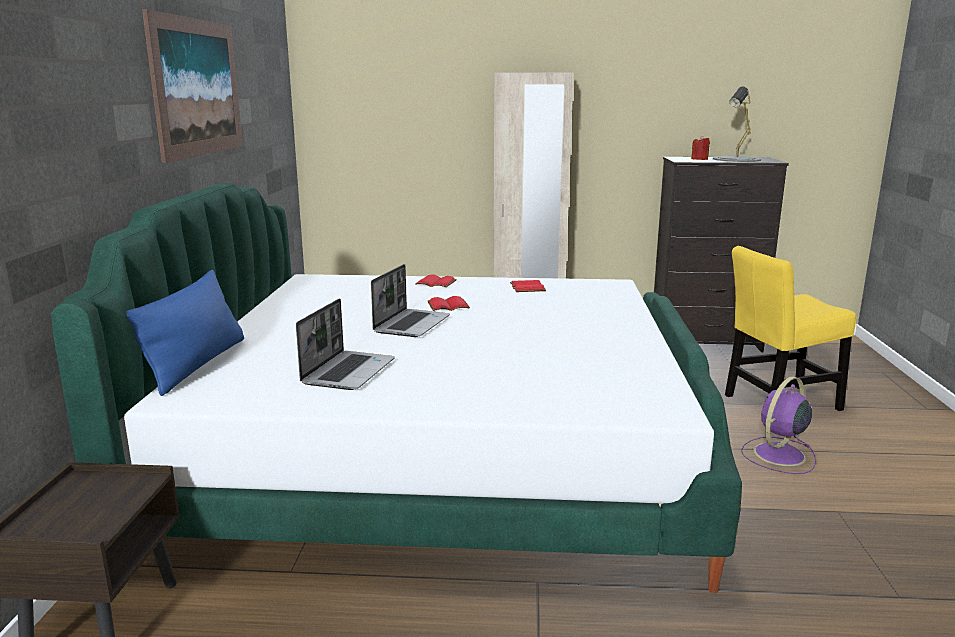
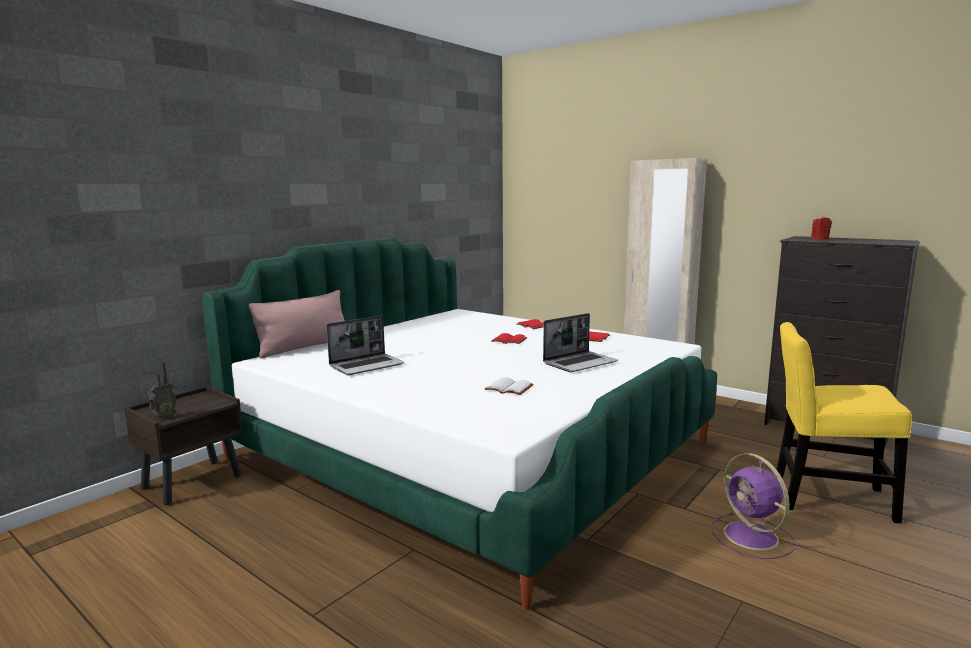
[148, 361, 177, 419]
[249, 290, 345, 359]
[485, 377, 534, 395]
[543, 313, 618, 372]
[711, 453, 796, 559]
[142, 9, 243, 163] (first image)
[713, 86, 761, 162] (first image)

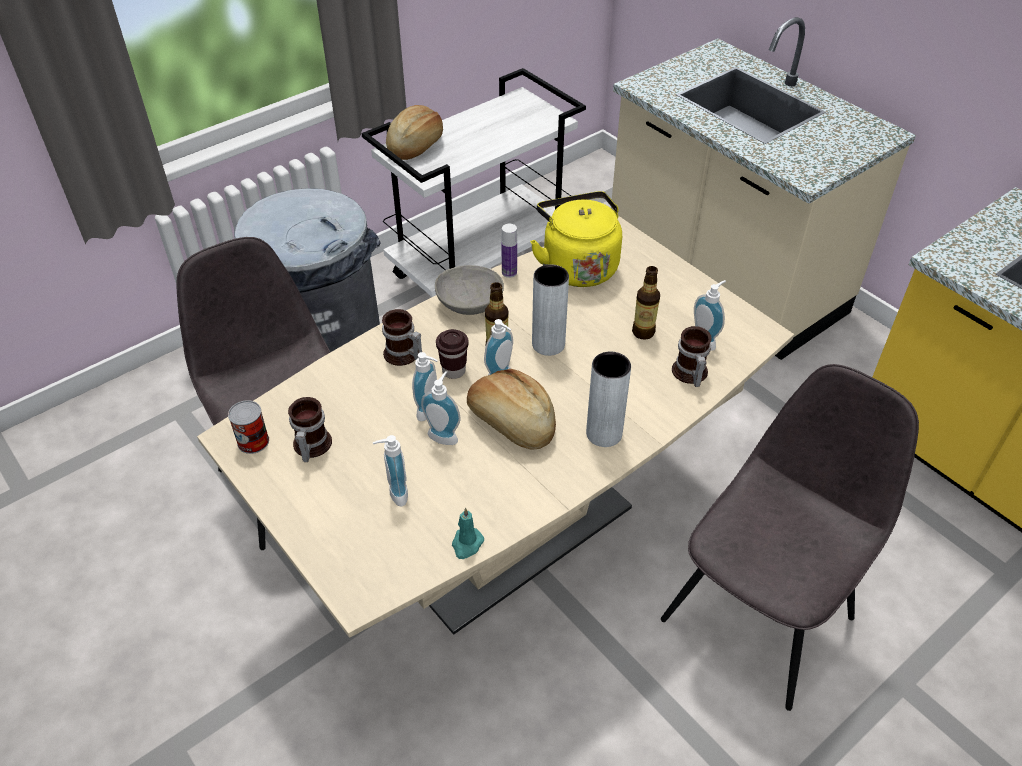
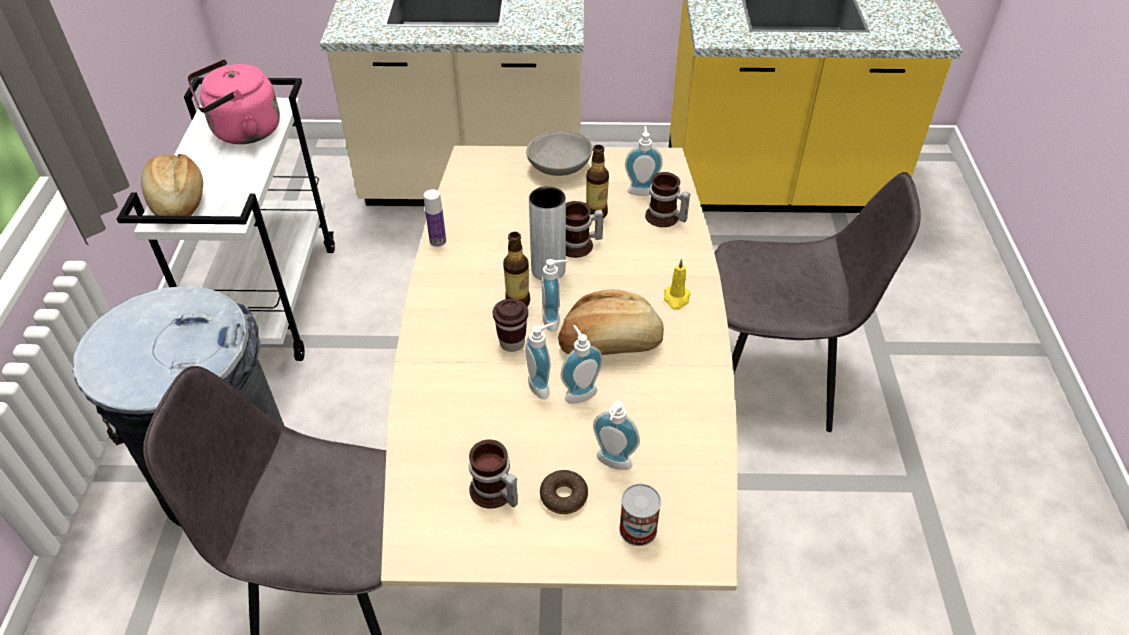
[187, 59, 280, 144]
[526, 130, 592, 176]
[540, 470, 588, 514]
[566, 201, 604, 258]
[619, 484, 661, 546]
[664, 259, 691, 310]
[714, 172, 921, 432]
[452, 508, 484, 559] (first image)
[530, 191, 622, 287] (first image)

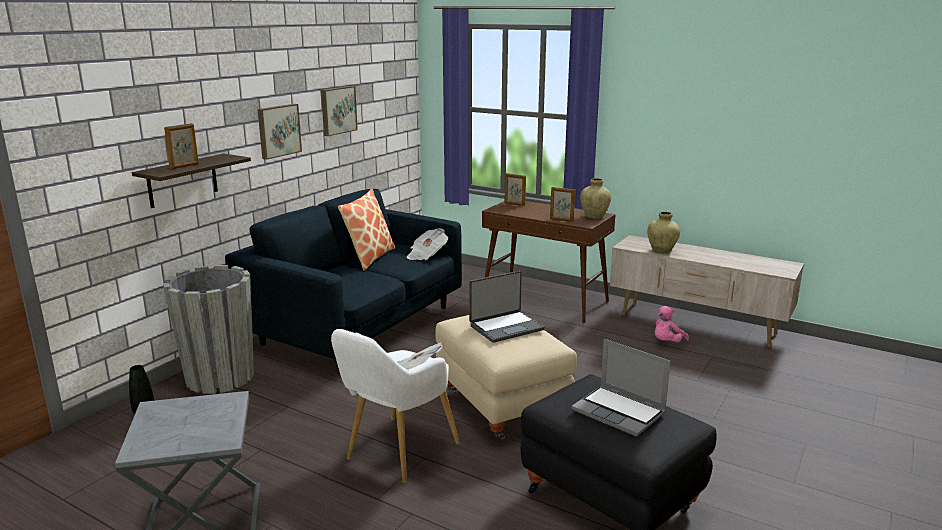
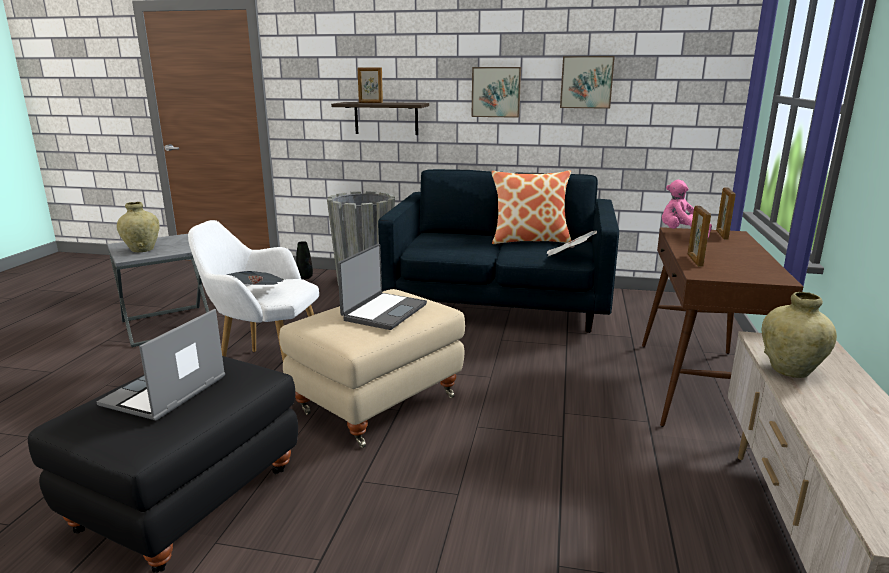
[117, 202, 159, 252]
[337, 244, 427, 330]
[662, 180, 712, 238]

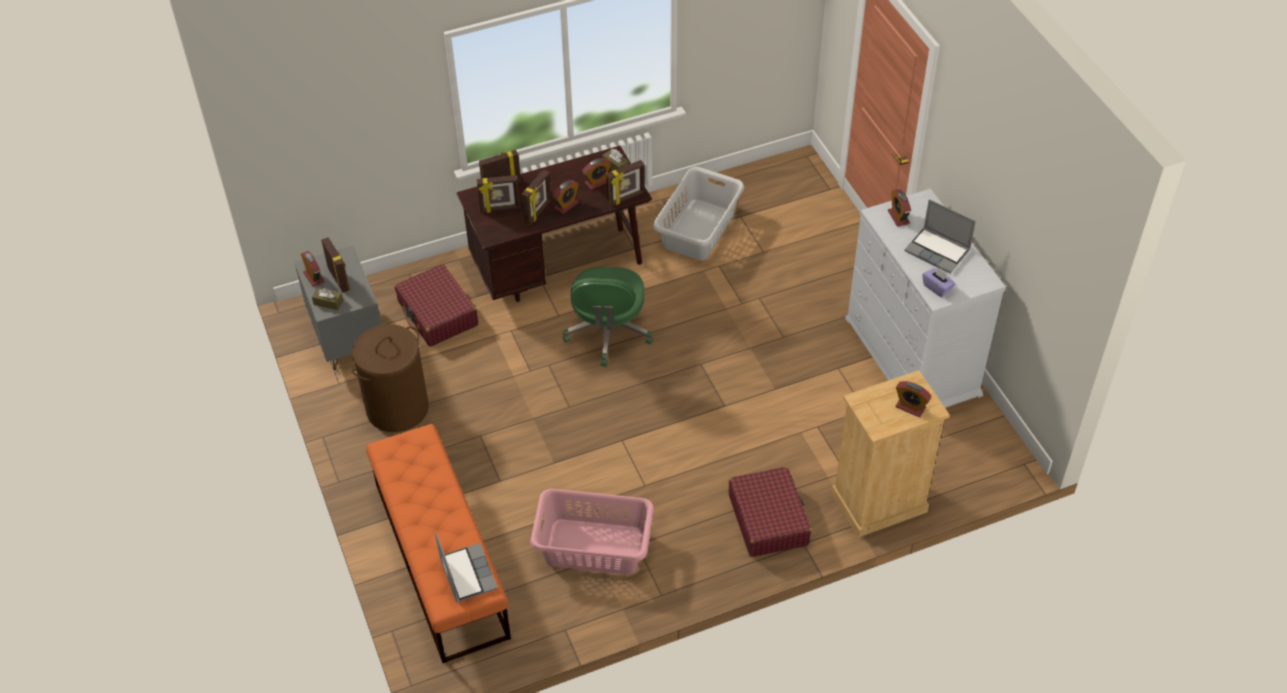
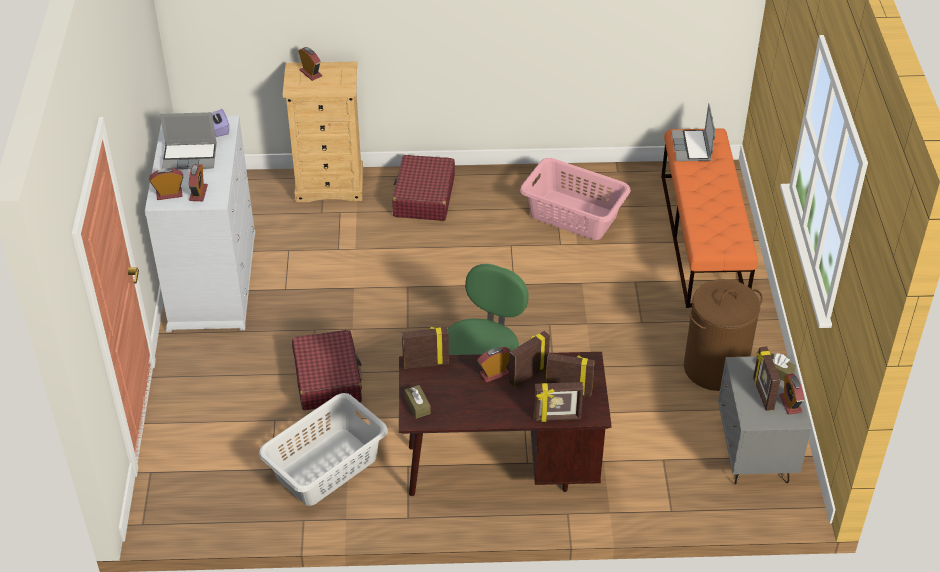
[149, 168, 183, 200]
[160, 112, 217, 170]
[292, 330, 362, 410]

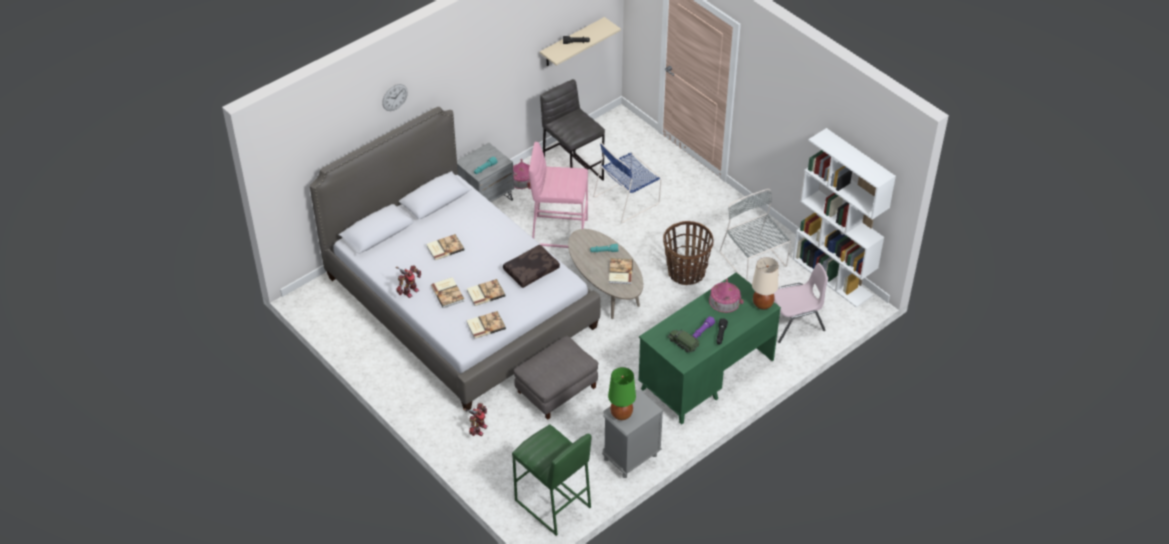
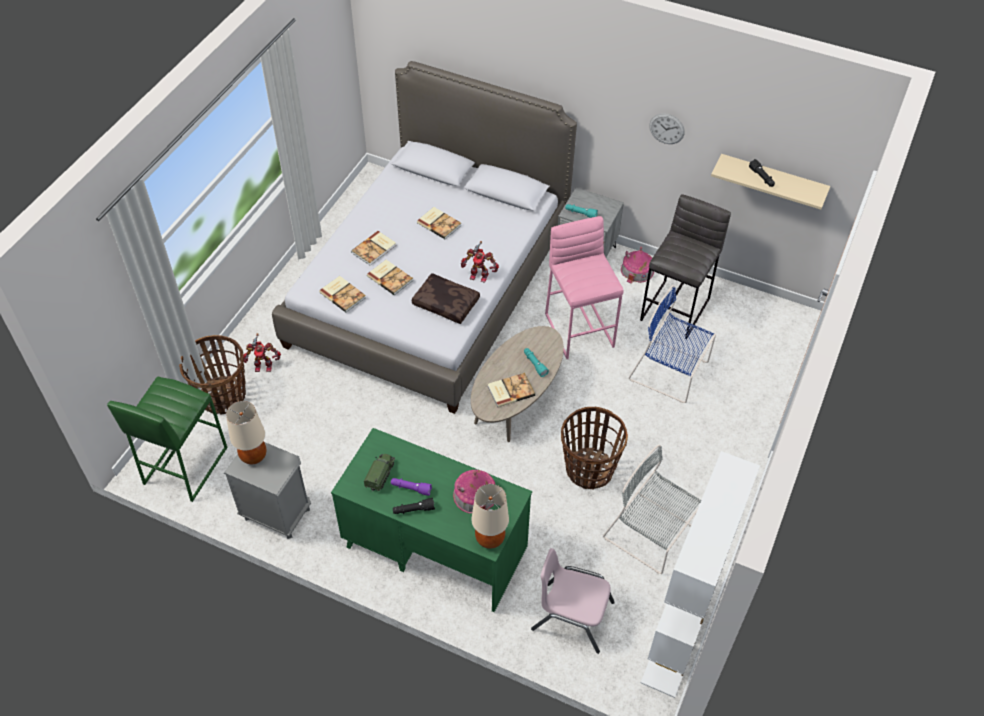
[179, 335, 246, 415]
[226, 401, 266, 464]
[461, 241, 499, 283]
[531, 548, 615, 654]
[603, 445, 701, 574]
[649, 113, 685, 144]
[514, 336, 598, 420] (first image)

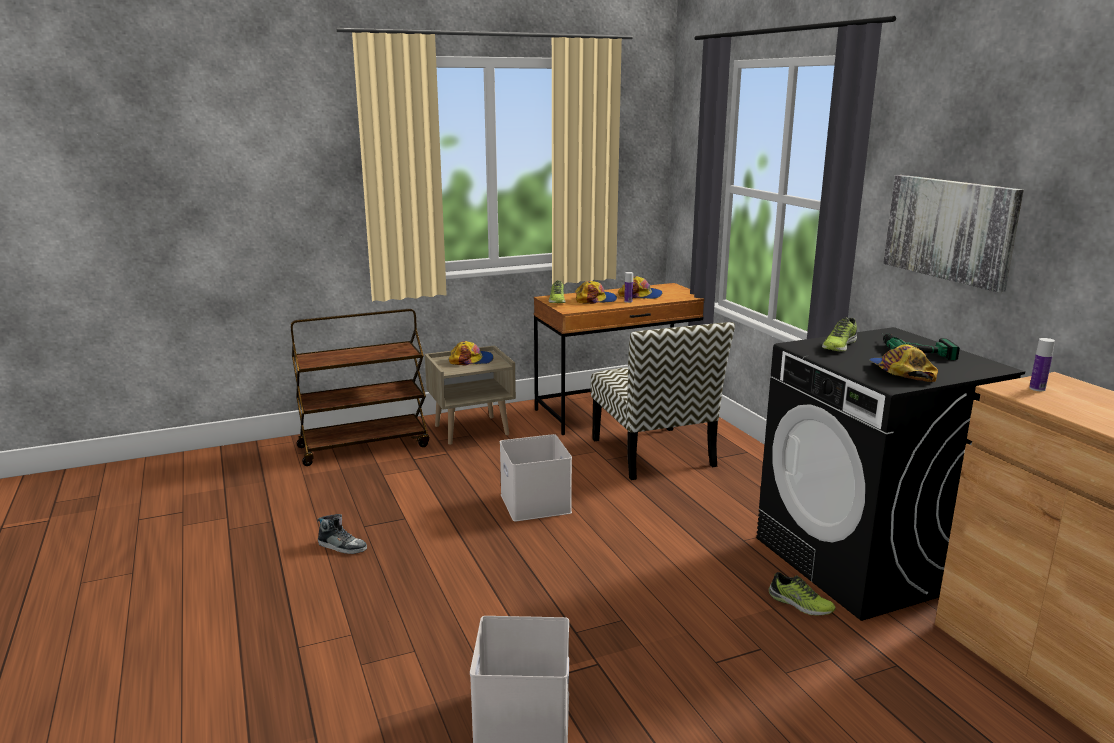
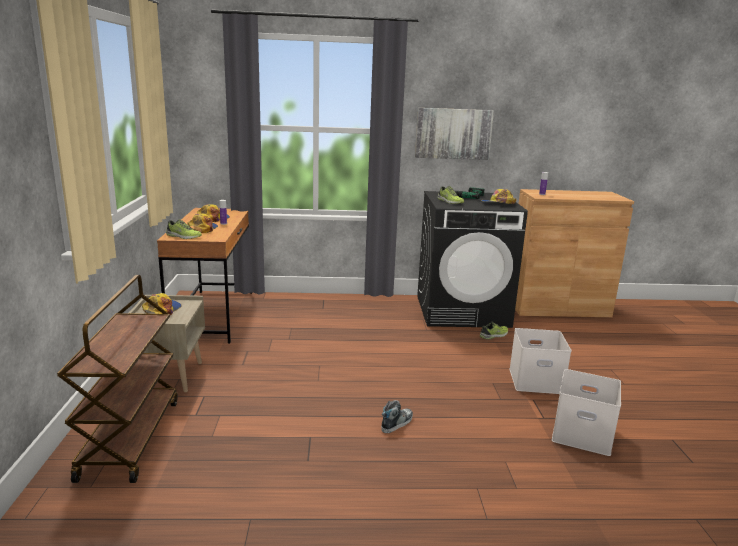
[381, 400, 413, 433]
[509, 328, 571, 394]
[591, 322, 735, 480] (first image)

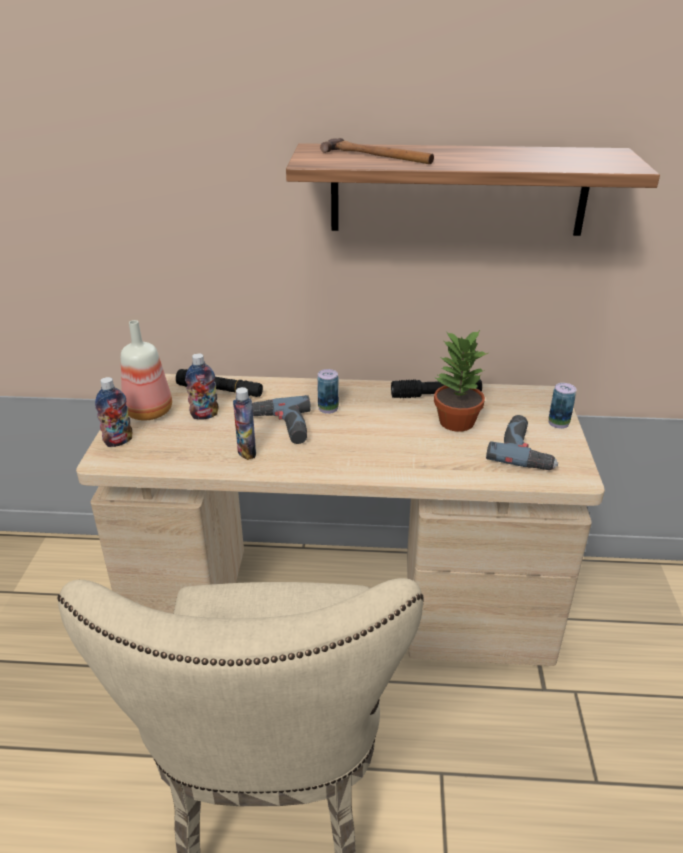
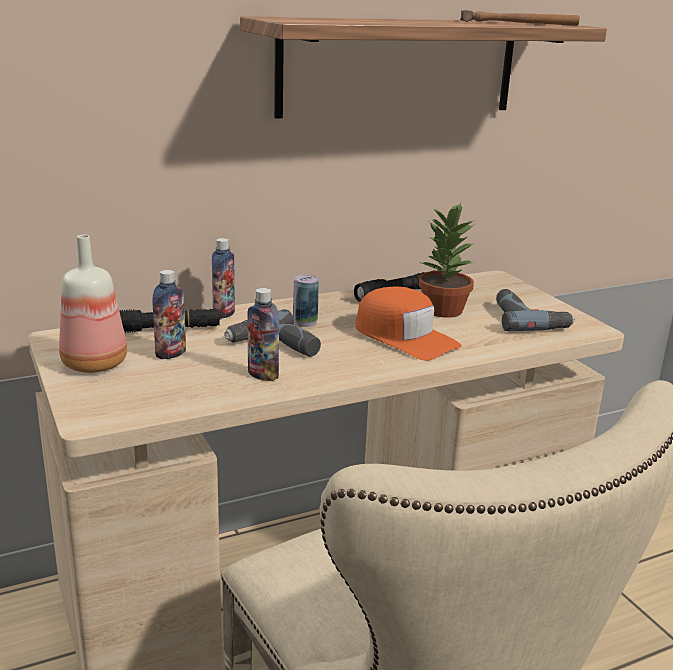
[212, 238, 235, 319]
[355, 287, 462, 361]
[460, 10, 579, 26]
[549, 383, 577, 429] (first image)

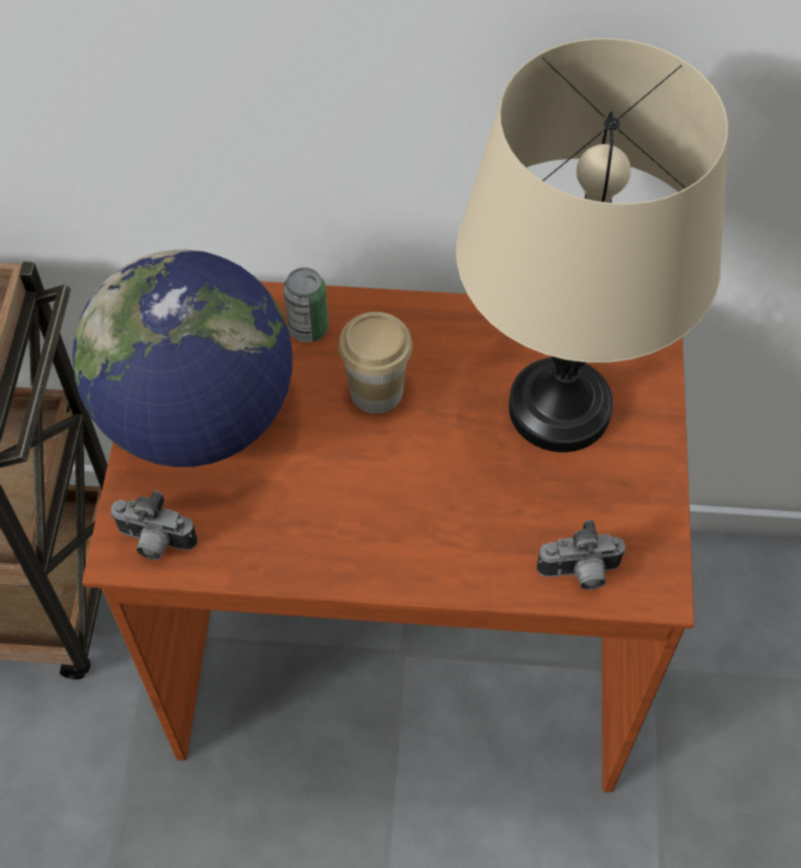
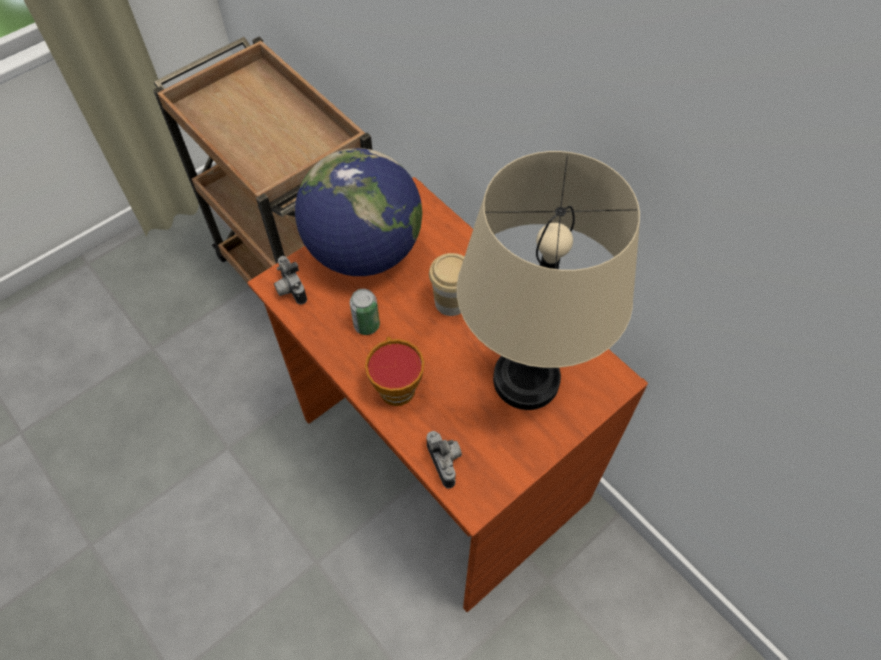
[350, 289, 380, 335]
[365, 337, 424, 406]
[427, 431, 462, 489]

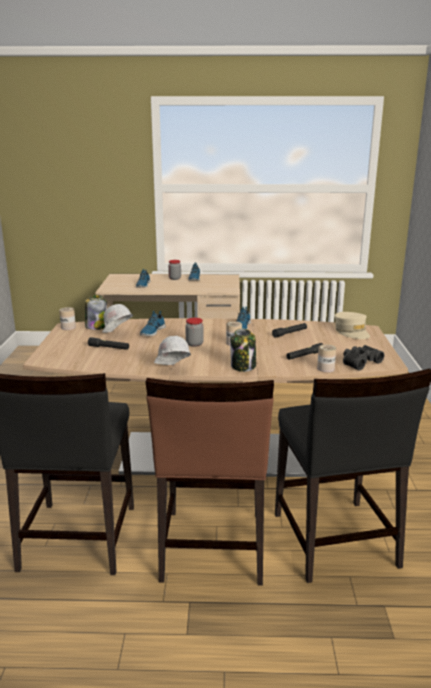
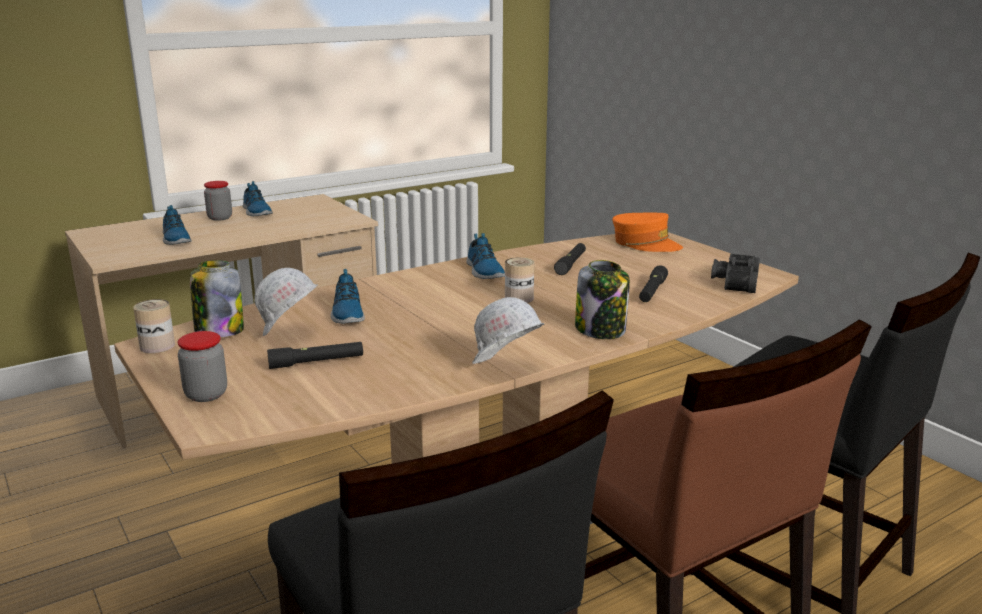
[178, 331, 227, 402]
[612, 213, 683, 252]
[317, 344, 336, 372] (first image)

